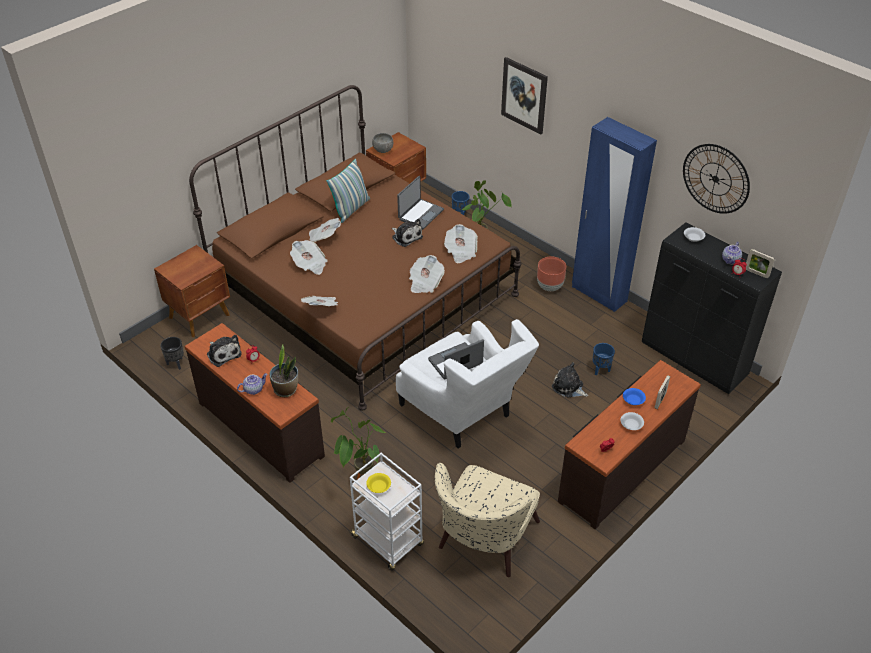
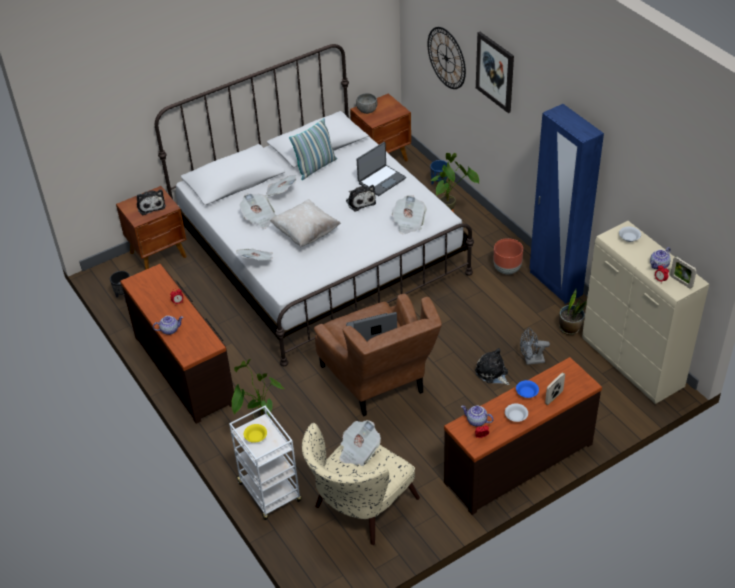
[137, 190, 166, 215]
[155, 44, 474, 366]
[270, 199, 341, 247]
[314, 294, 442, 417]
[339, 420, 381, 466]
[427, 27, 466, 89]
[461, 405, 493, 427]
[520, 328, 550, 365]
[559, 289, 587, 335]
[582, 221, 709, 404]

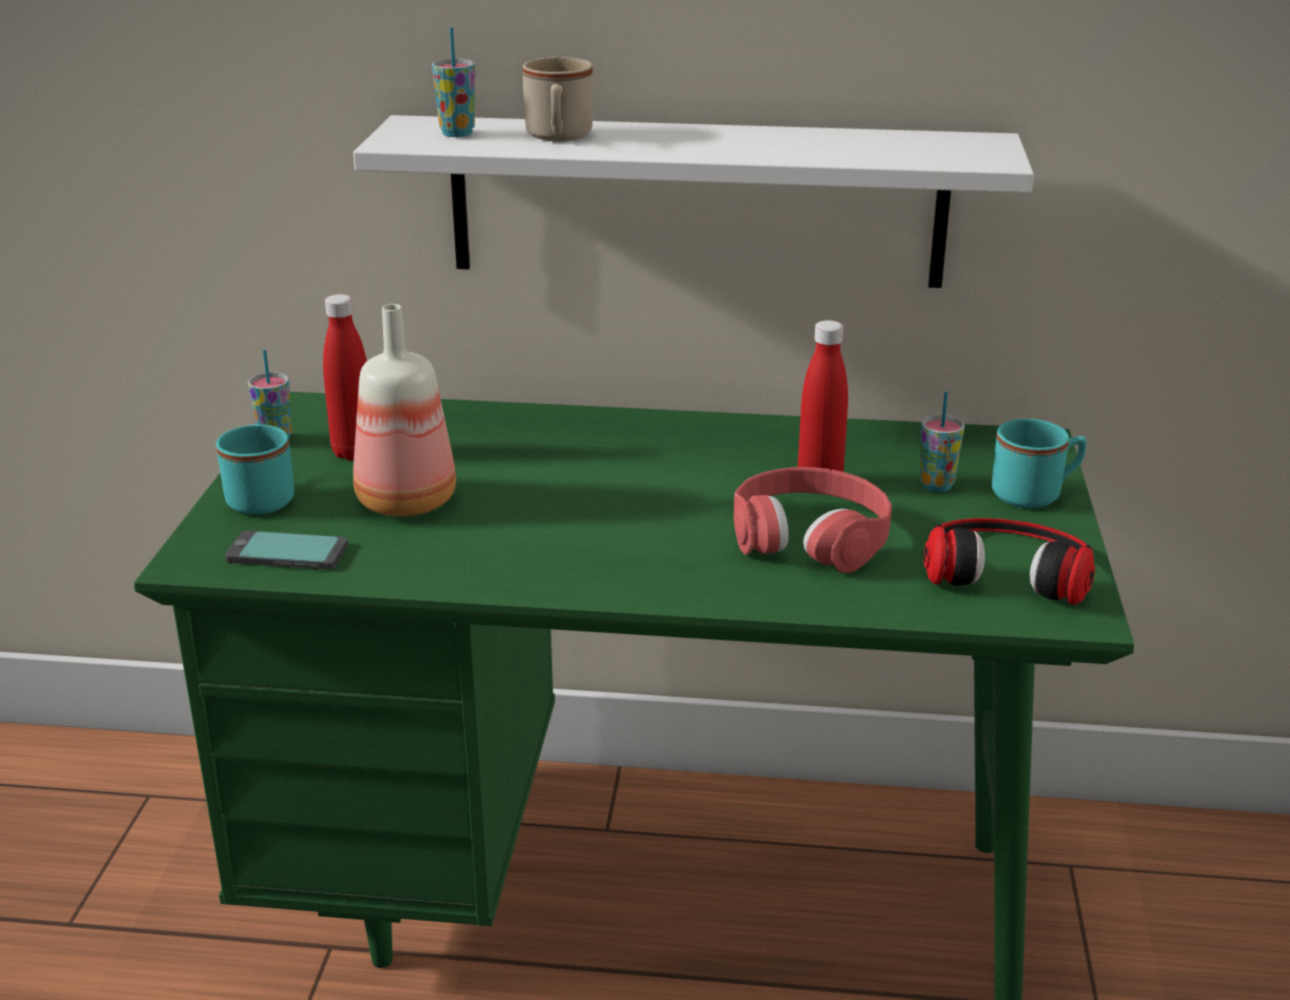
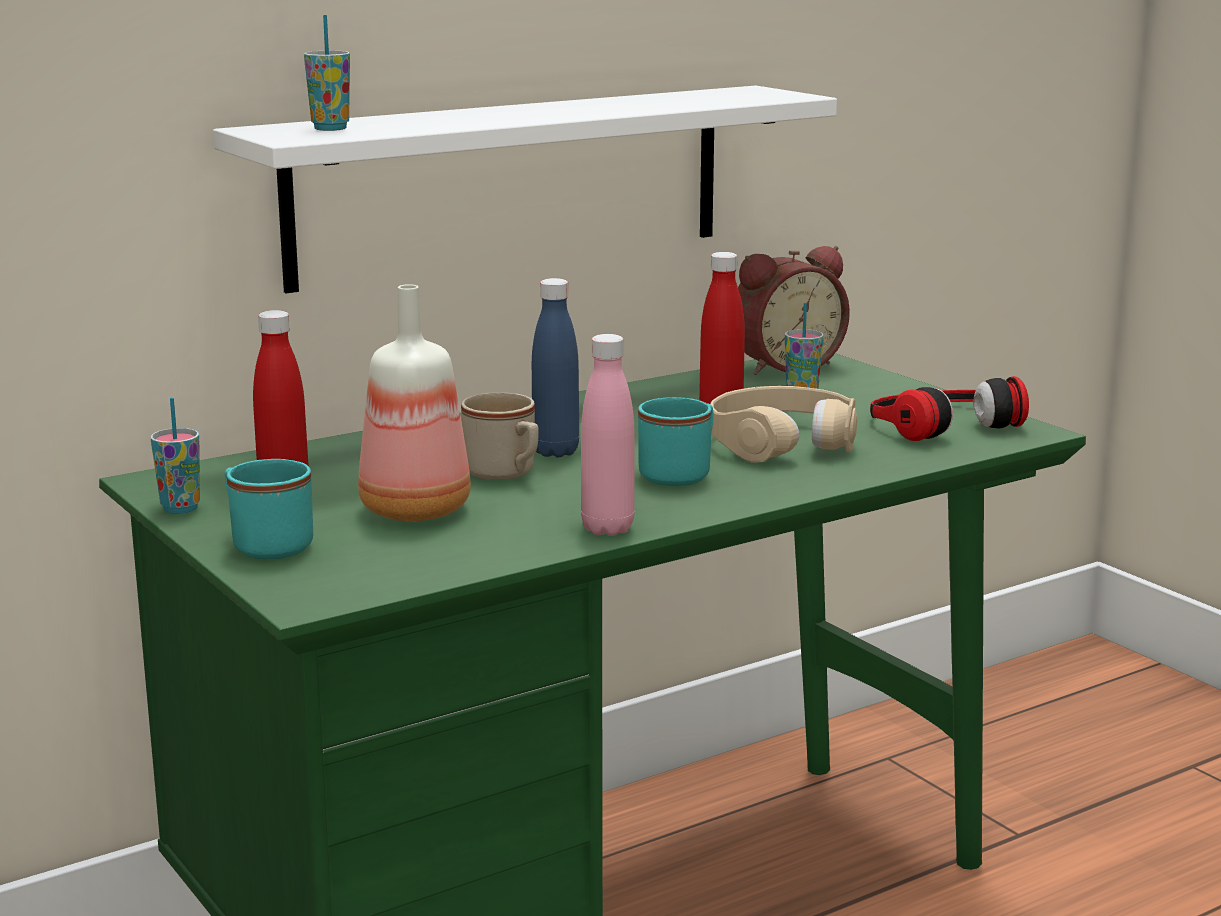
[461, 392, 538, 480]
[532, 278, 579, 457]
[581, 334, 635, 536]
[638, 397, 713, 486]
[710, 386, 857, 463]
[738, 246, 850, 375]
[225, 530, 348, 570] (first image)

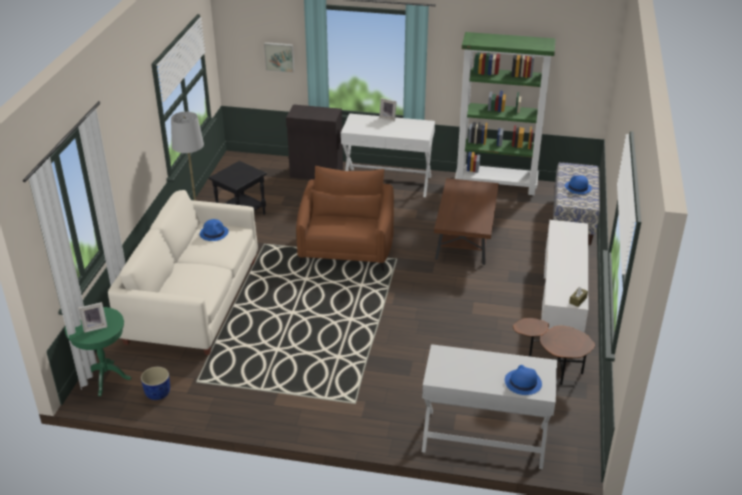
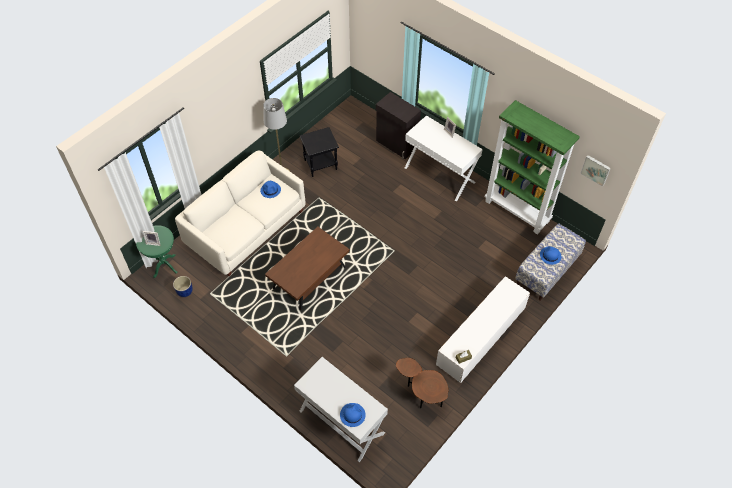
[265, 227, 350, 310]
[580, 155, 611, 187]
[296, 166, 394, 271] (first image)

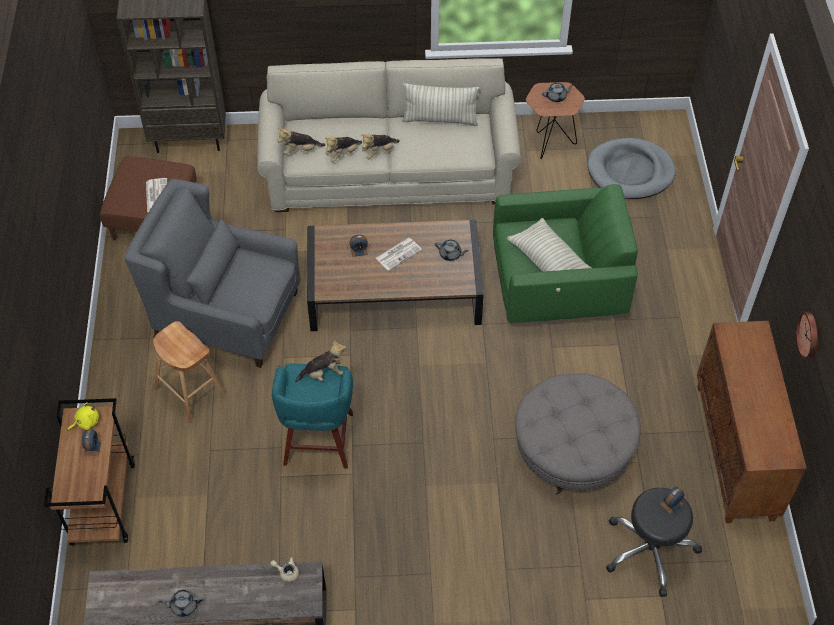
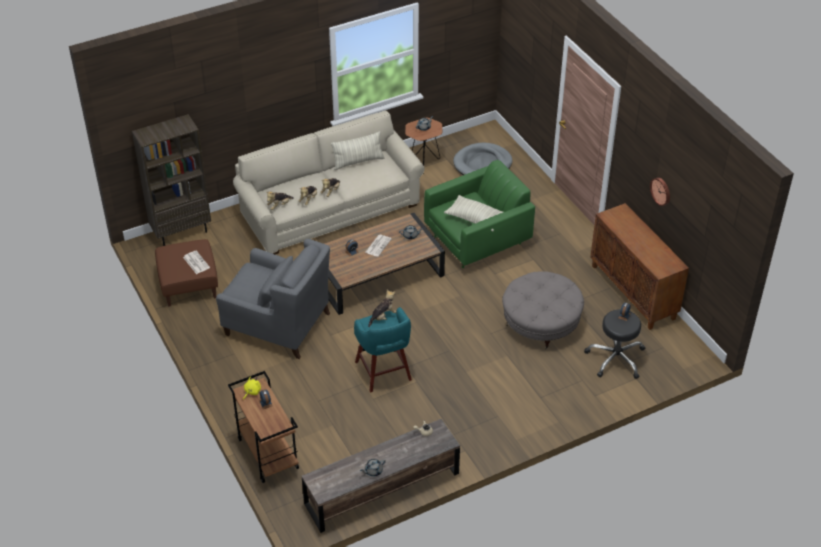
[216, 239, 330, 359]
[153, 321, 226, 423] (first image)

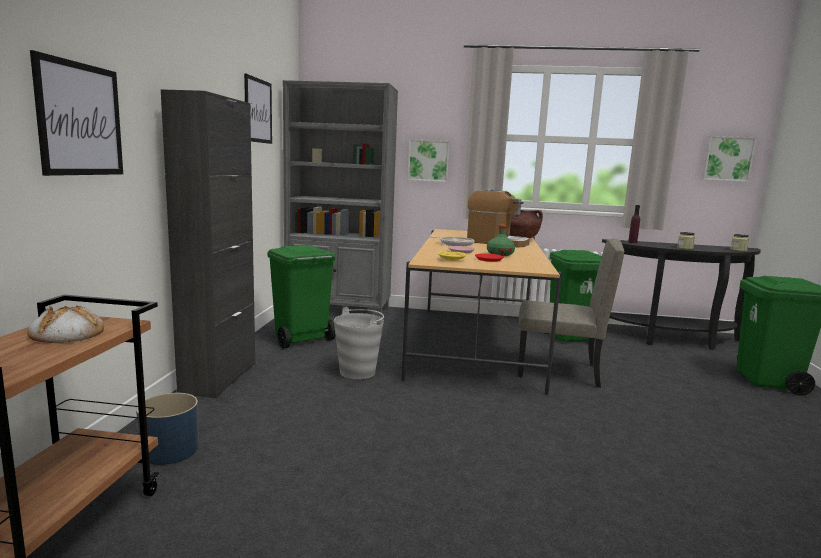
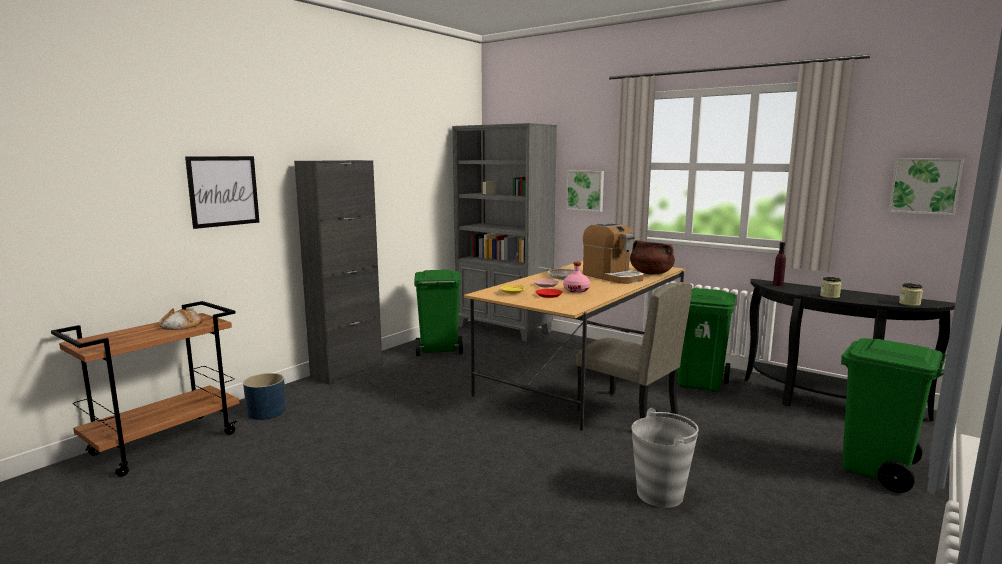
[563, 261, 590, 293]
[632, 408, 698, 508]
[244, 74, 272, 144] (first image)

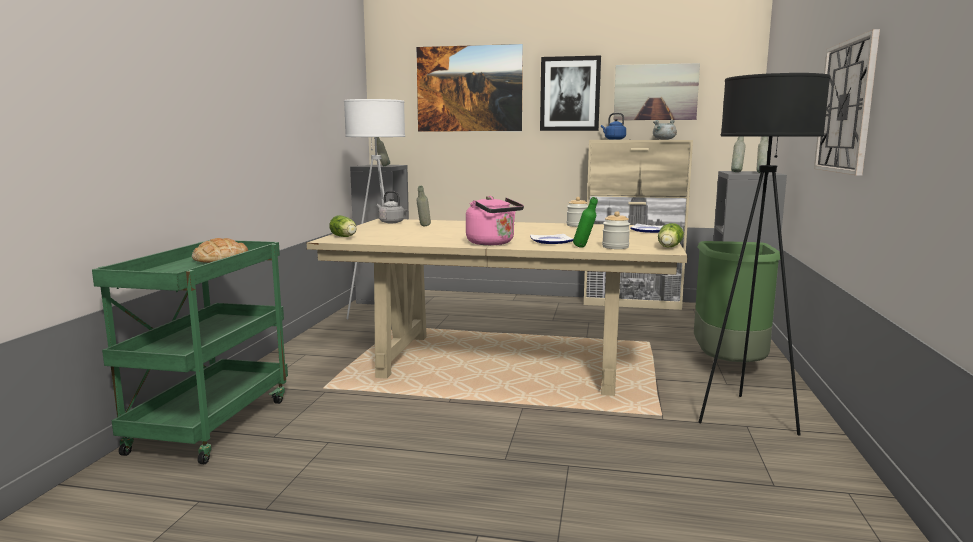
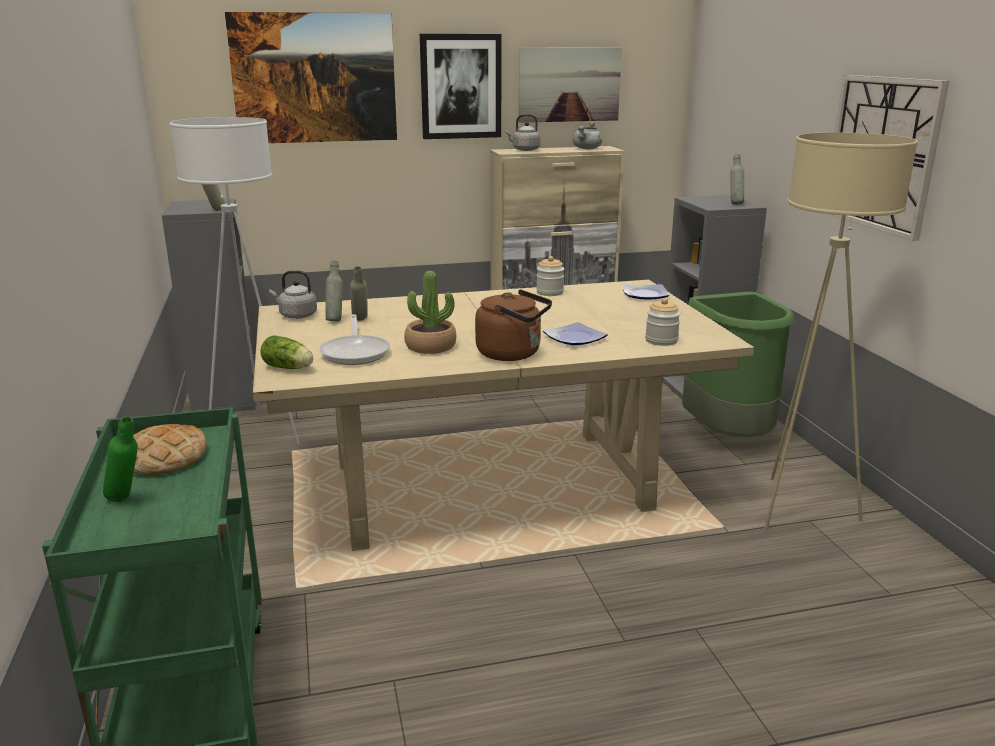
[103, 416, 138, 502]
[319, 314, 390, 365]
[325, 261, 343, 321]
[404, 271, 456, 354]
[475, 289, 552, 361]
[506, 114, 540, 151]
[765, 132, 918, 529]
[658, 223, 684, 248] (first image)

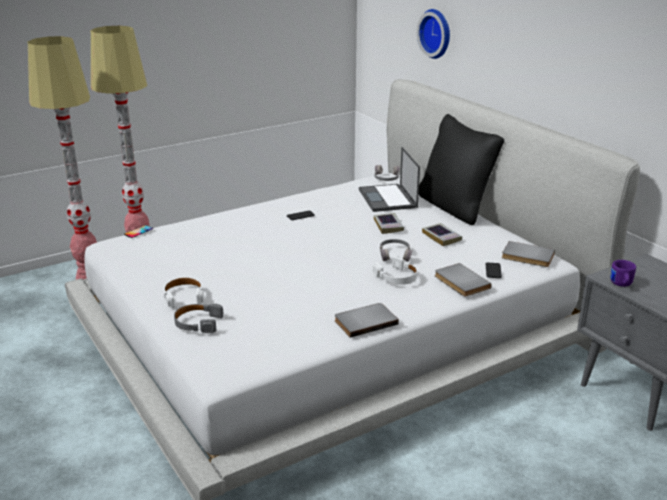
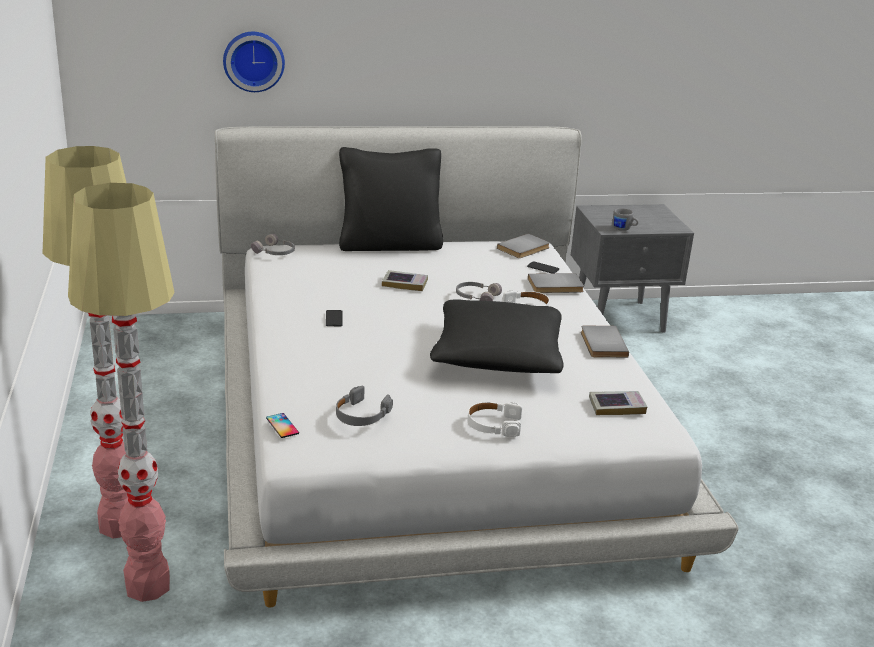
[336, 386, 393, 426]
[430, 300, 564, 373]
[589, 391, 647, 415]
[613, 208, 639, 231]
[359, 147, 420, 212] (first image)

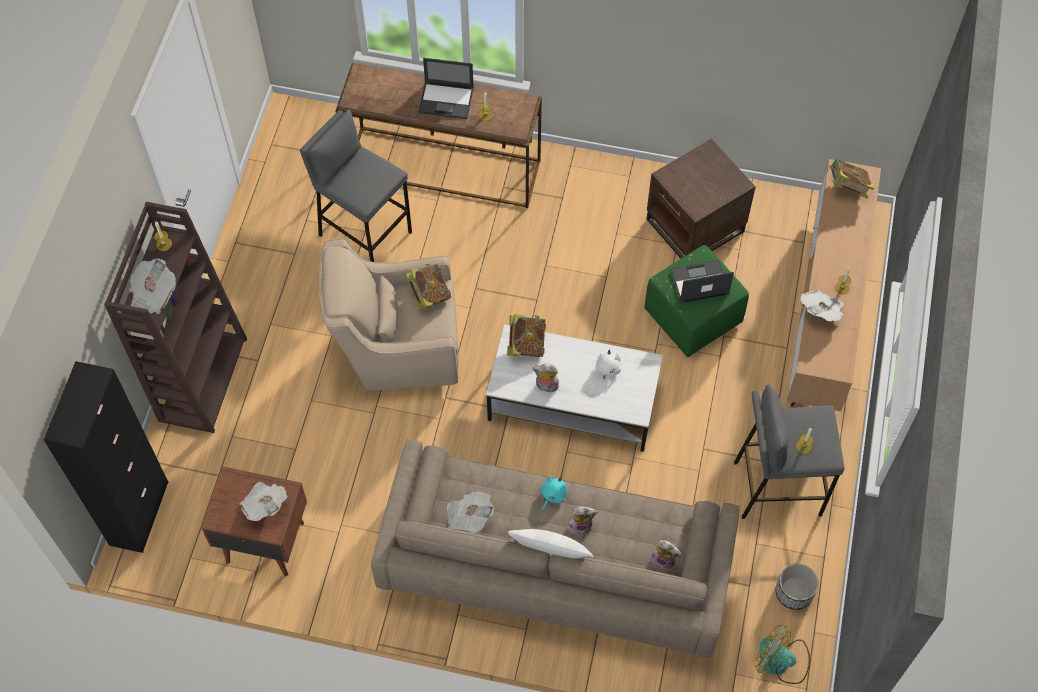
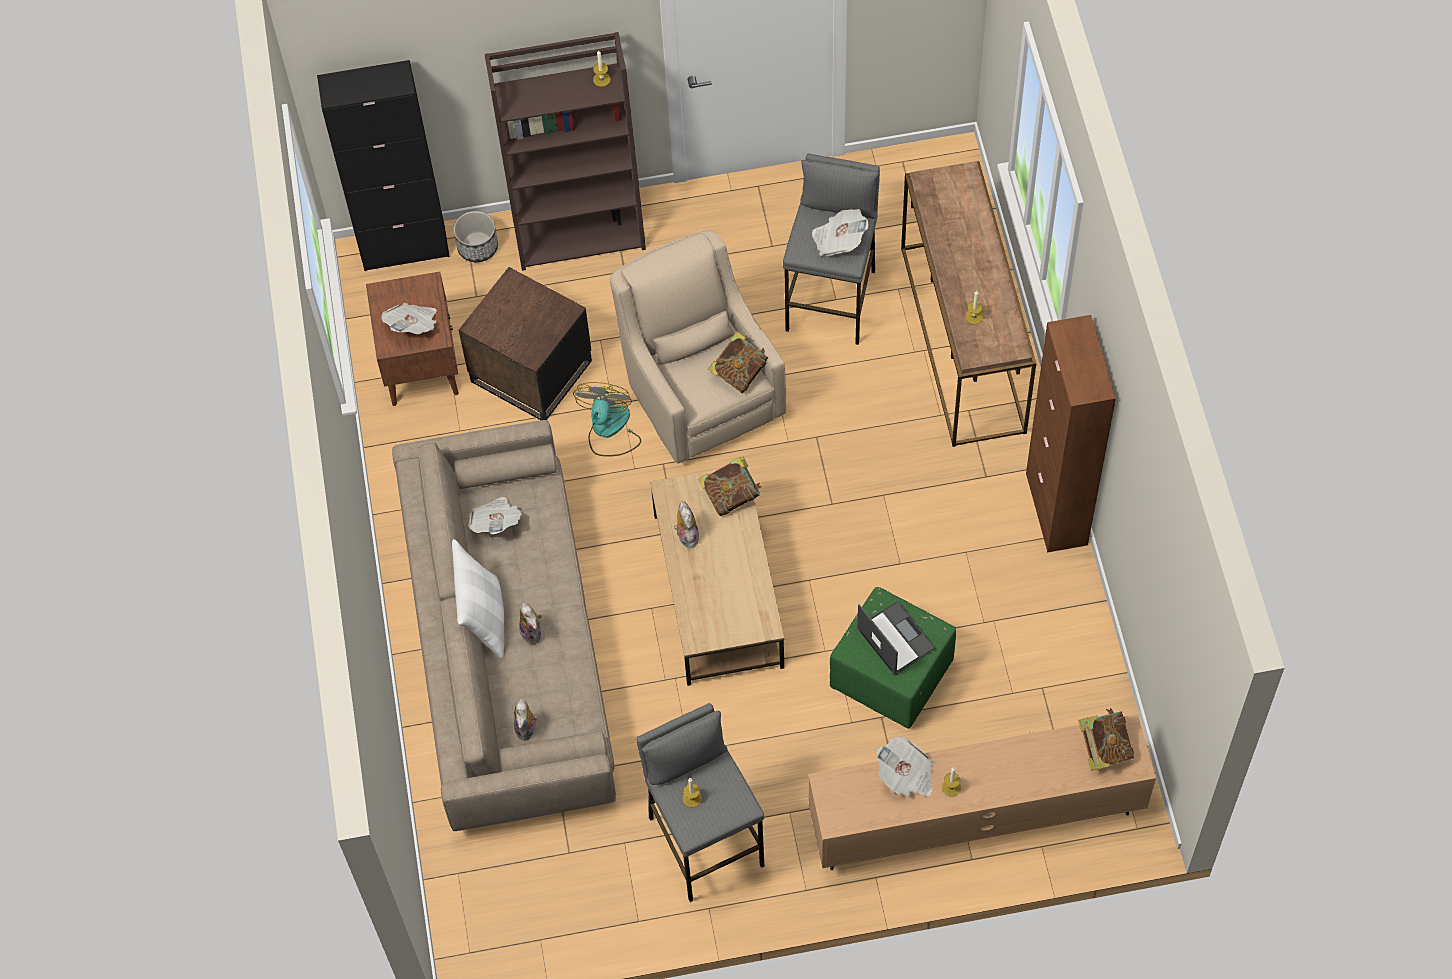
[453, 211, 498, 262]
[459, 267, 592, 420]
[573, 382, 641, 457]
[650, 468, 784, 686]
[812, 209, 869, 256]
[1026, 315, 1116, 552]
[419, 58, 474, 119] (first image)
[541, 476, 567, 511] (first image)
[596, 349, 621, 388] (first image)

